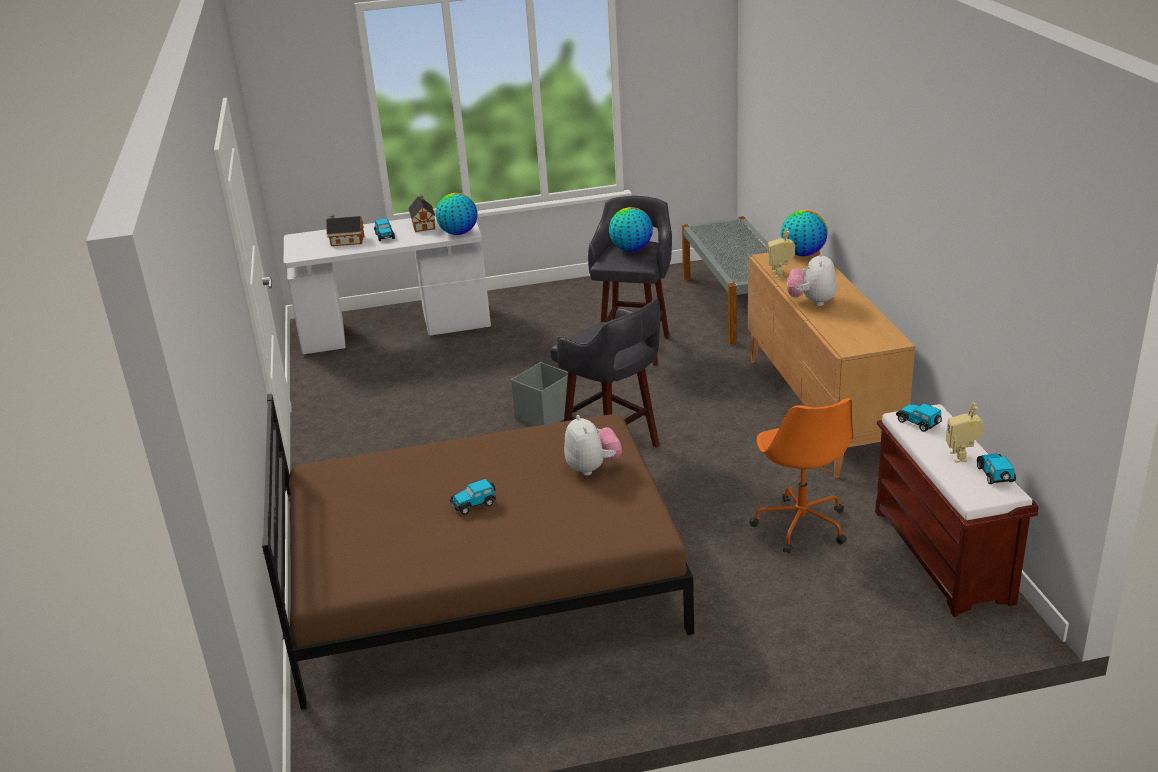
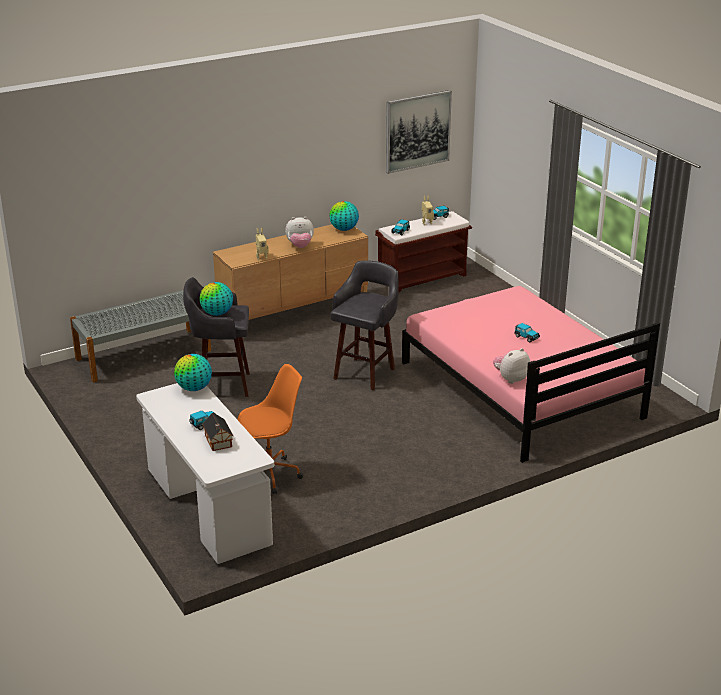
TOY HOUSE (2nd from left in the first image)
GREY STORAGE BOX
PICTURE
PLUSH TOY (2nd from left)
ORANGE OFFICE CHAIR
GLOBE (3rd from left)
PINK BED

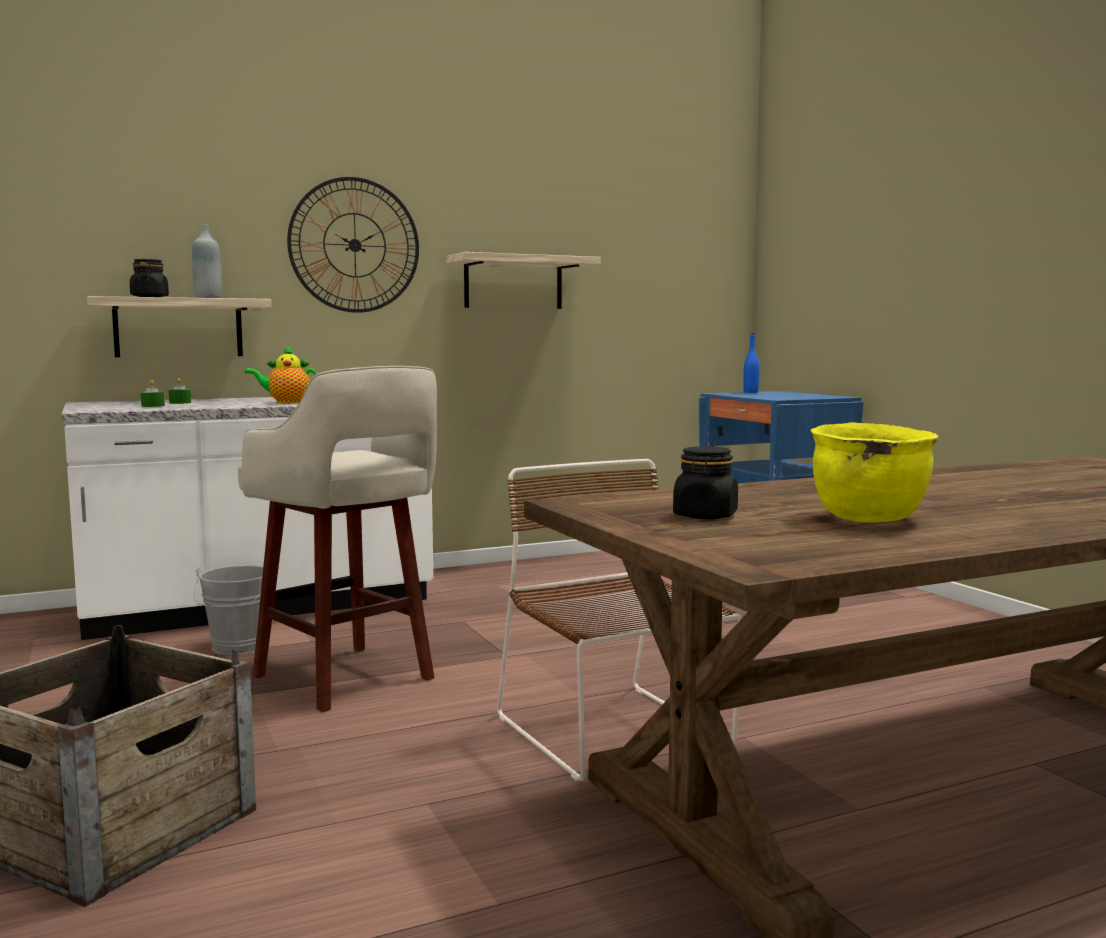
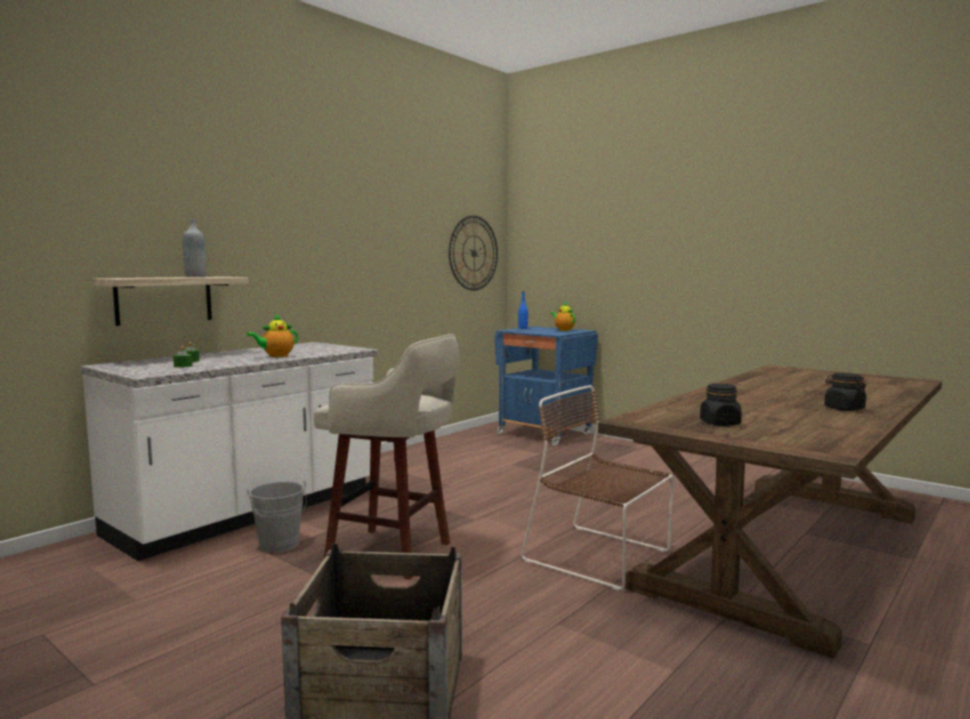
SHELF (2nd from left in the first image)
YELLOW COOKING POT
TEAPOT (2nd from left)
BLACK JAR (2nd from left)
WALL CLOCK

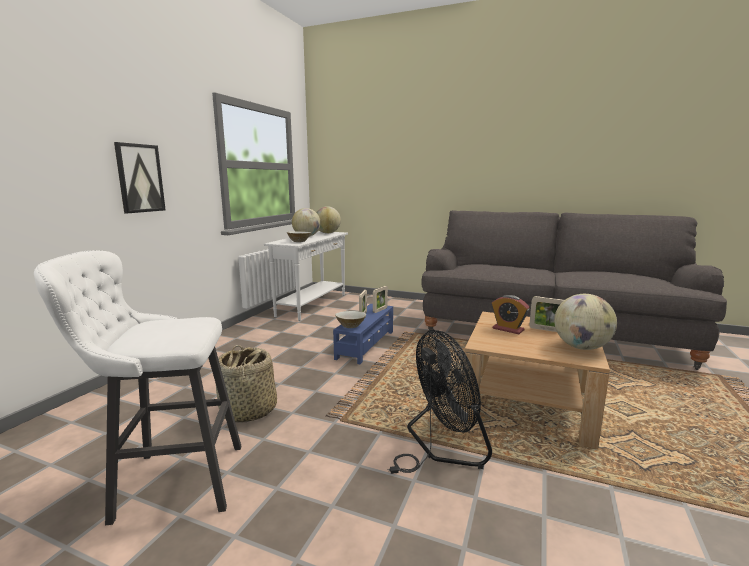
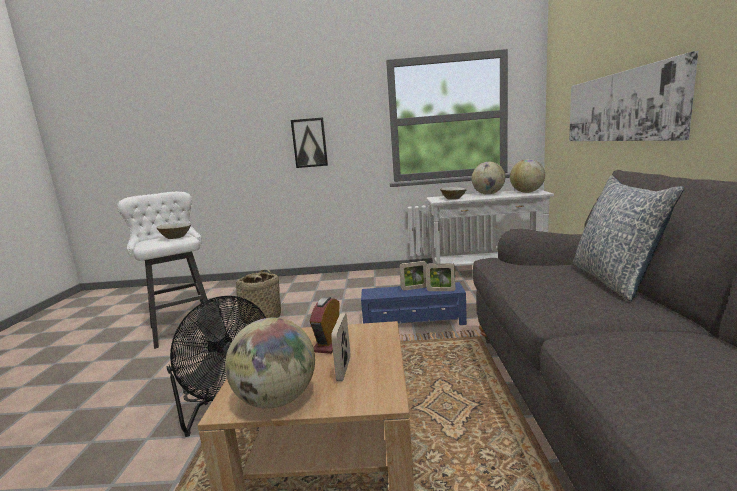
PICTURE (2nd from left)
PILLOW
BEIGE BOWL (1st from left)

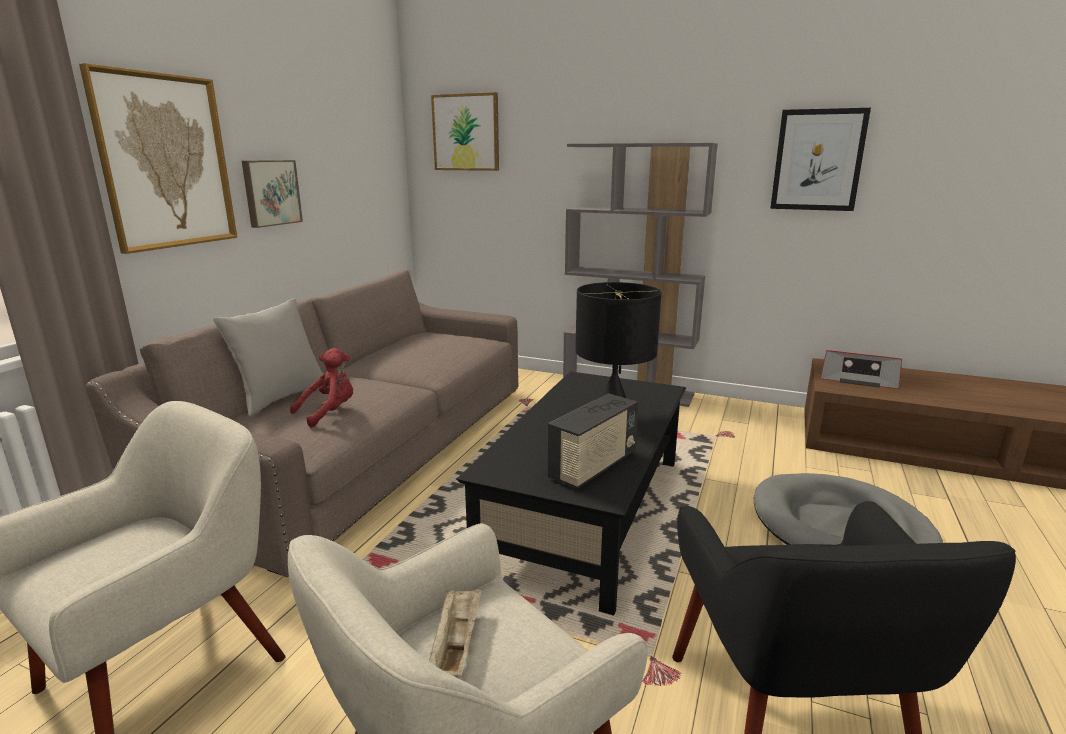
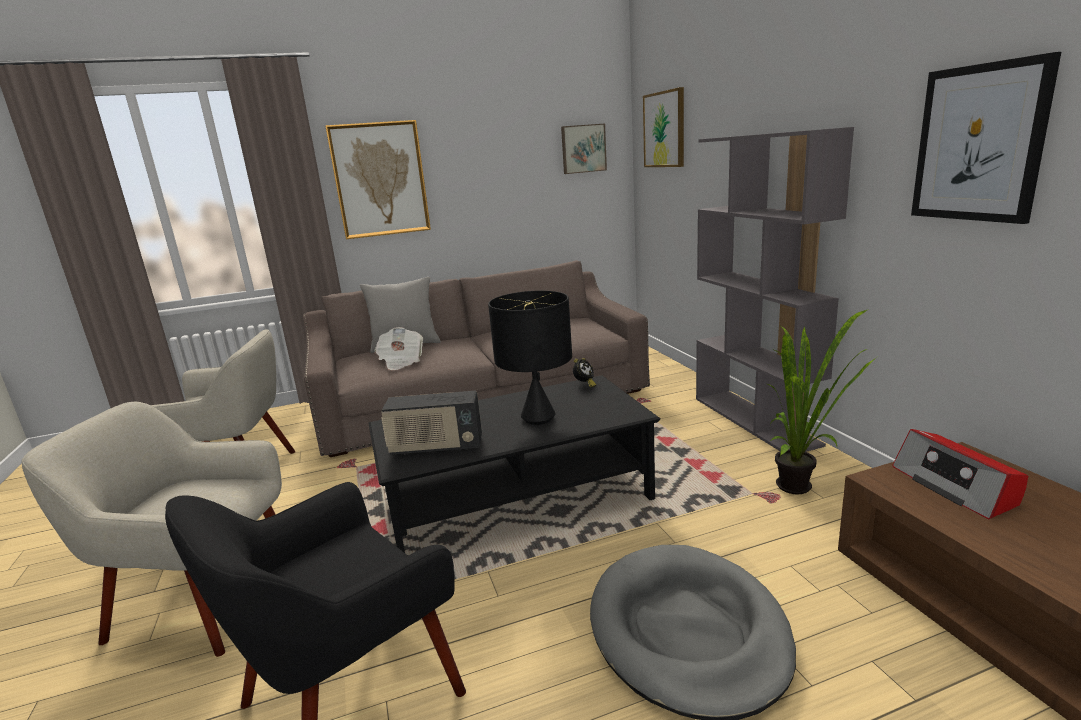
BEIGE TRAY
ALARM CLOCK
POTTED PLANT
PICTURE (2nd from left)
NEWSPAPER

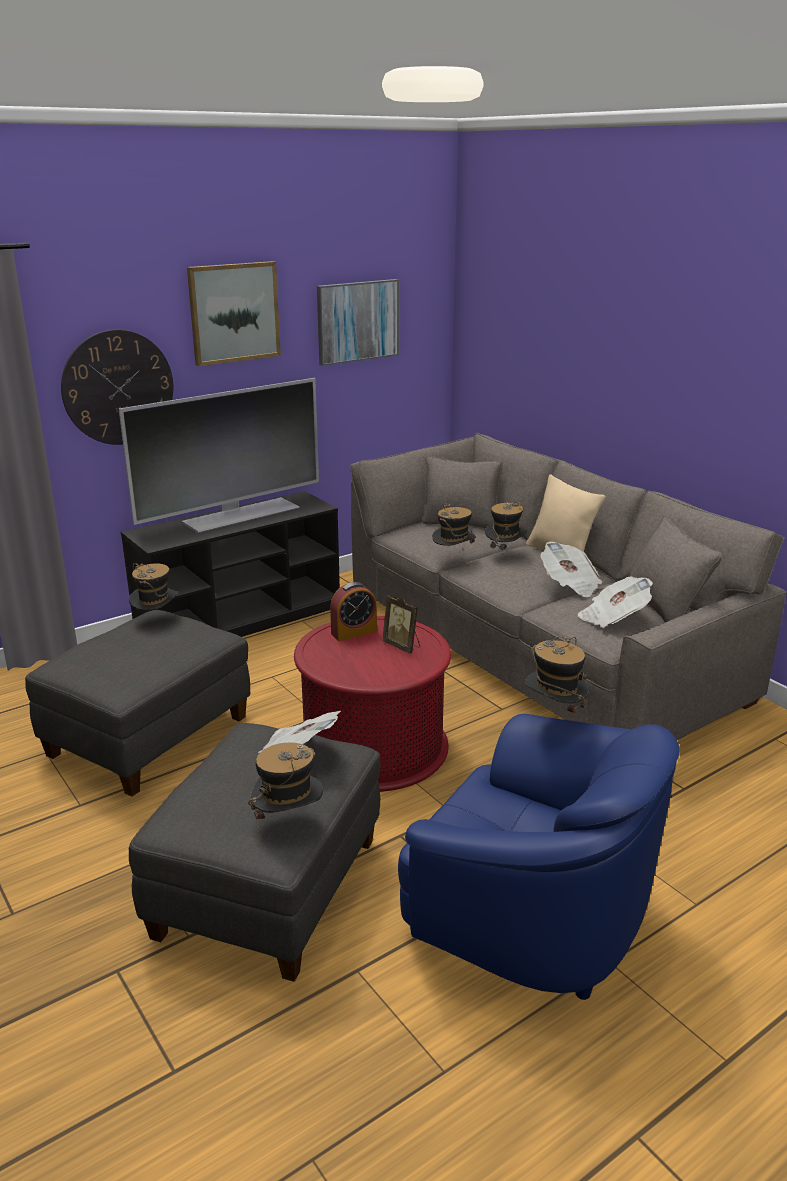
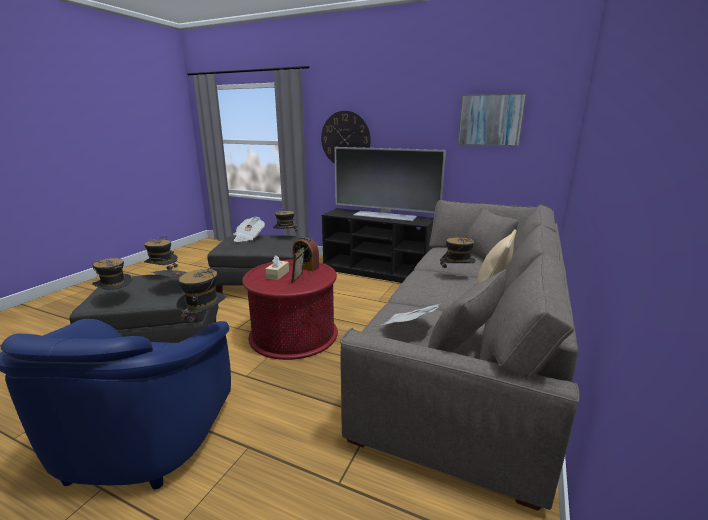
PICTURE (1st from left in the first image)
BEIGE TISSUE BOX
HAT (2nd from left)
NEWSPAPER (2nd from left)

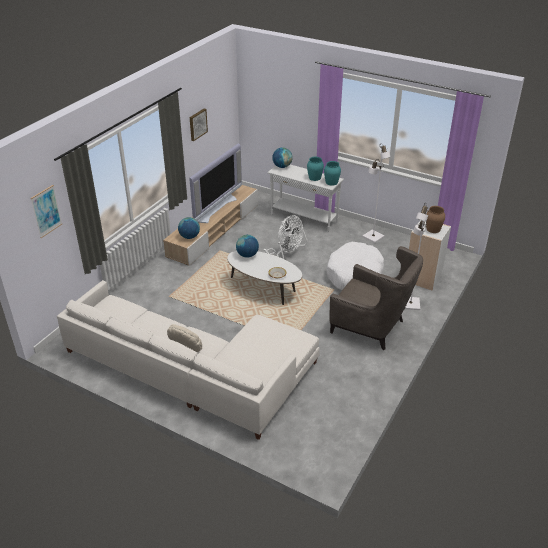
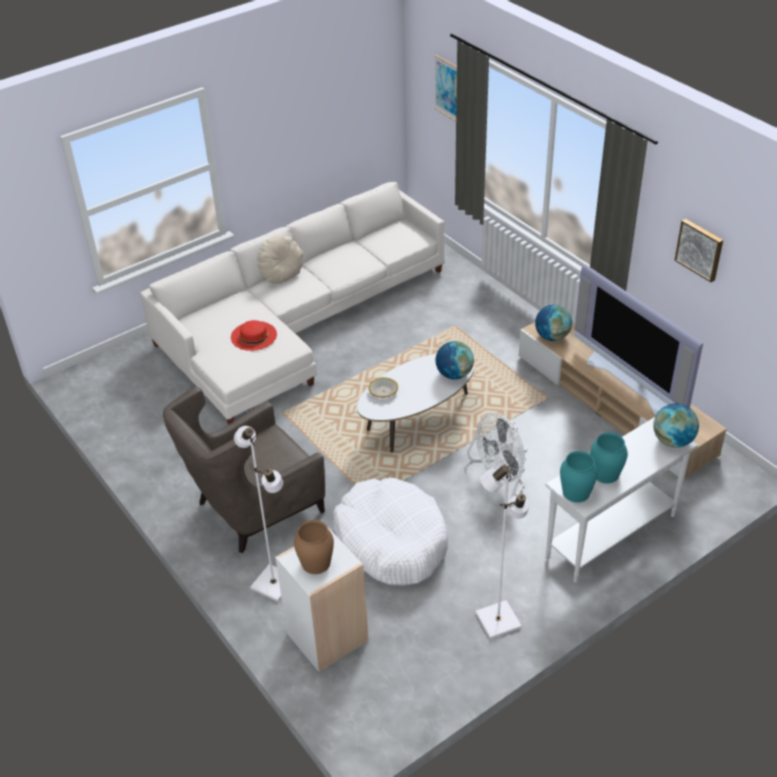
RED HAT

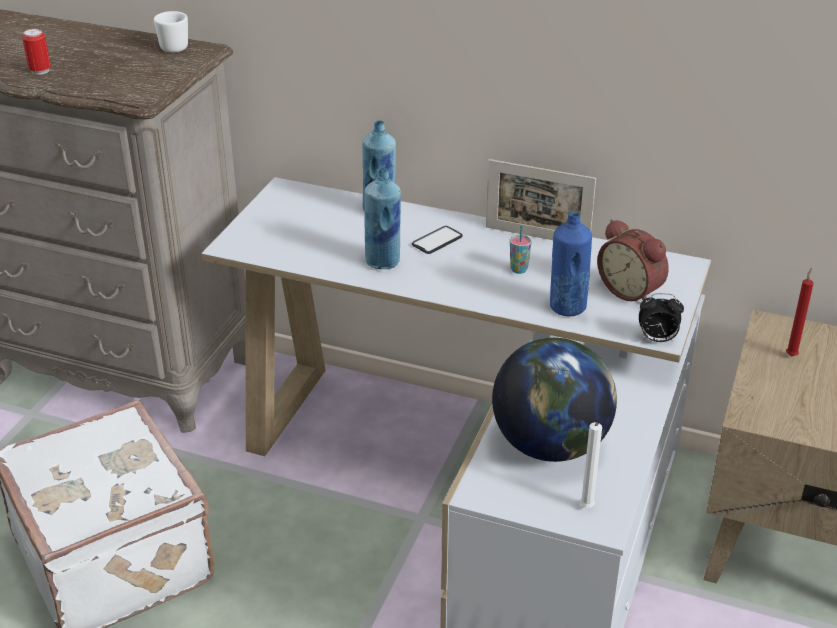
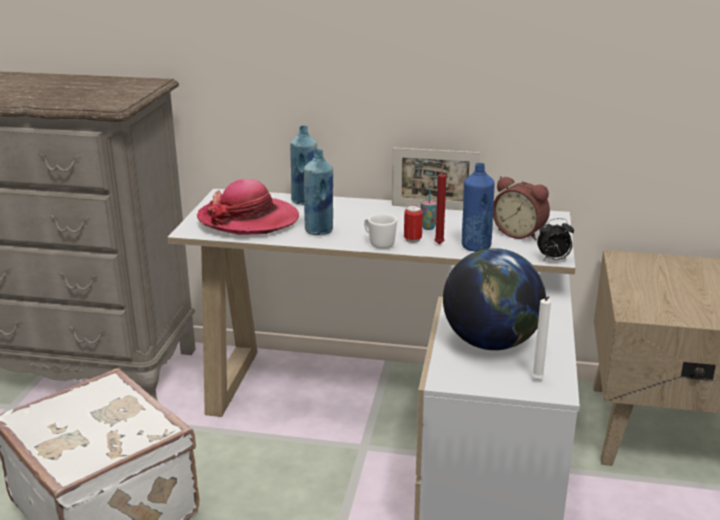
PHONE
HAT
CAN
WHITE MUG
RED CANDLE

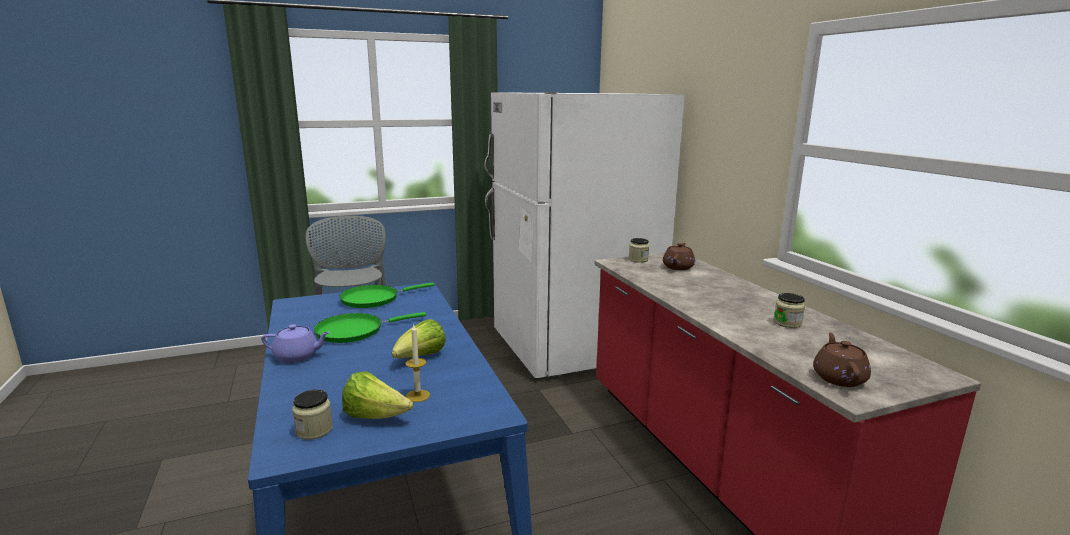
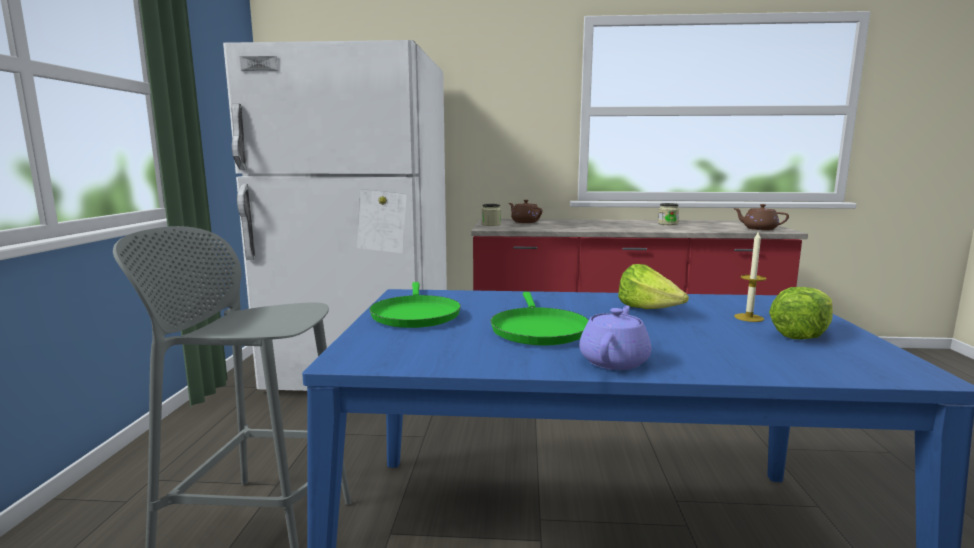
JAR (1st from left in the first image)

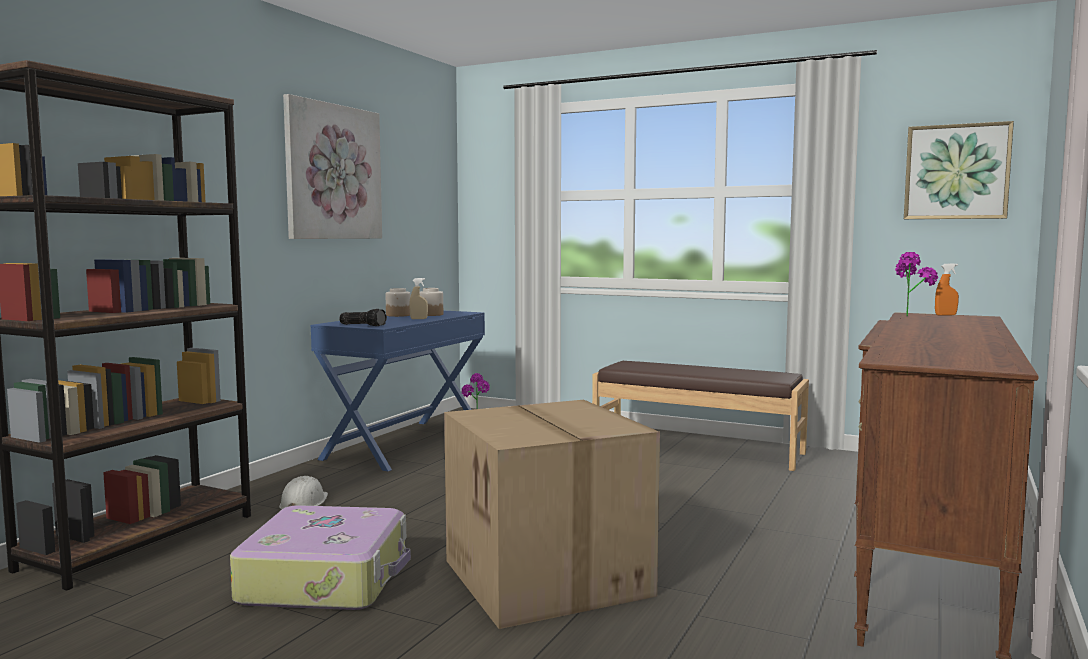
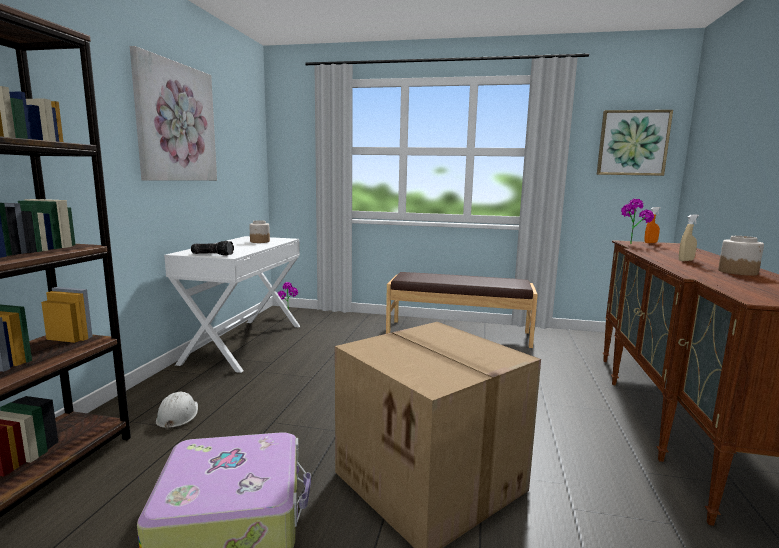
JAR (2nd from left)
BEIGE SPRAY BOTTLE
WHITE DESK

